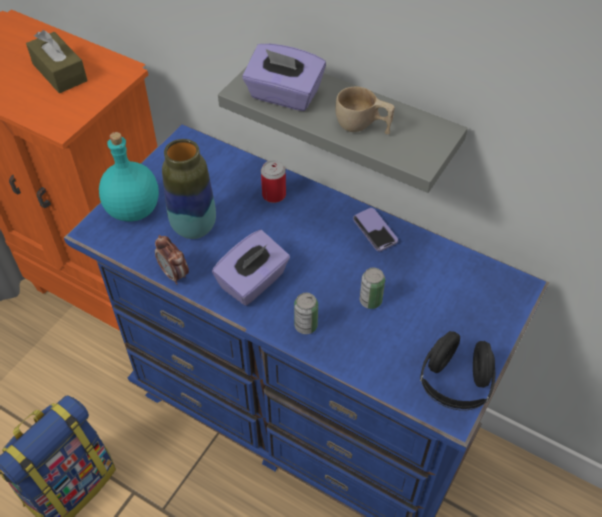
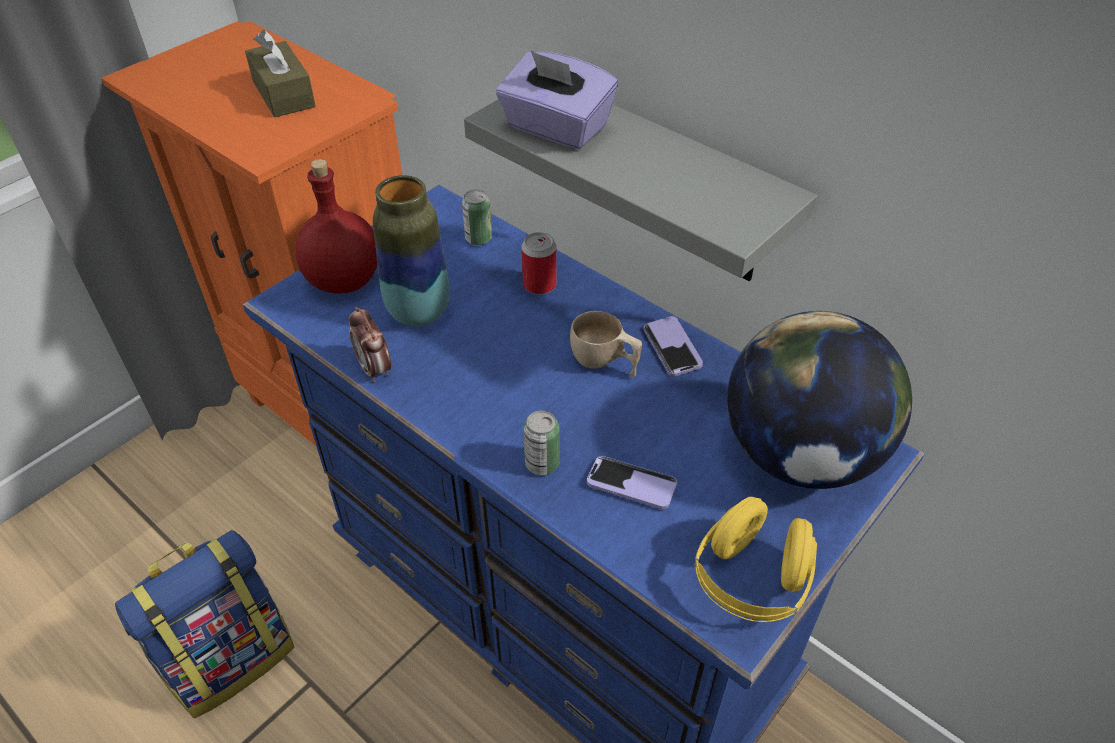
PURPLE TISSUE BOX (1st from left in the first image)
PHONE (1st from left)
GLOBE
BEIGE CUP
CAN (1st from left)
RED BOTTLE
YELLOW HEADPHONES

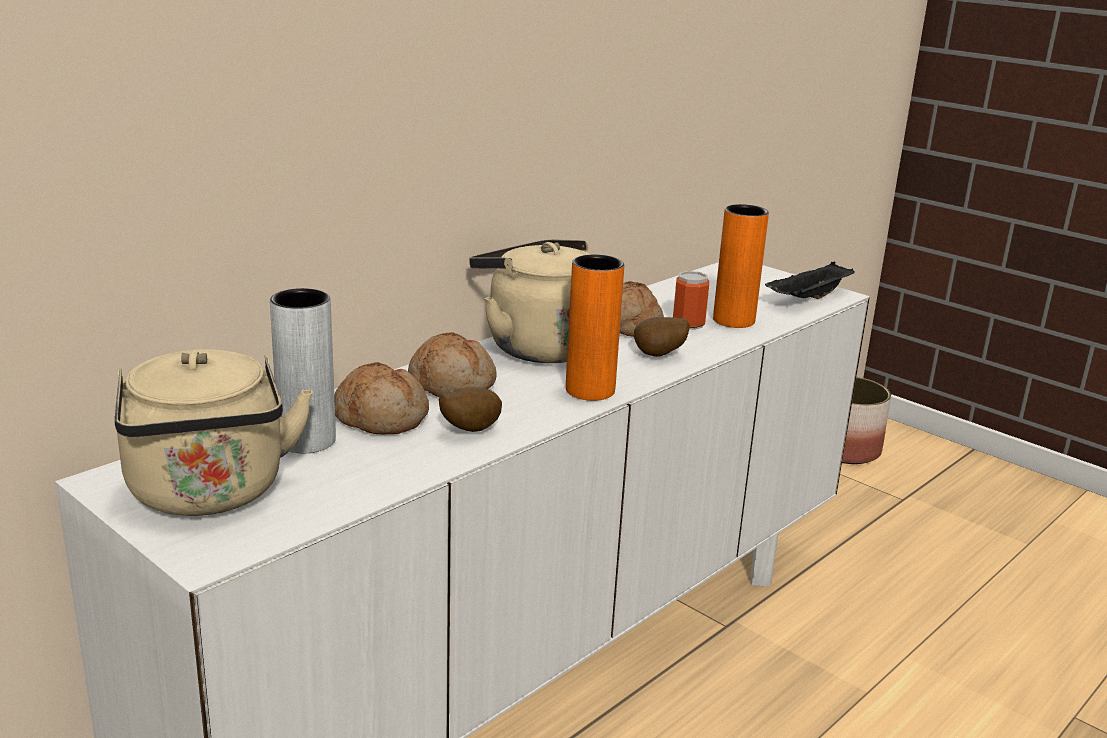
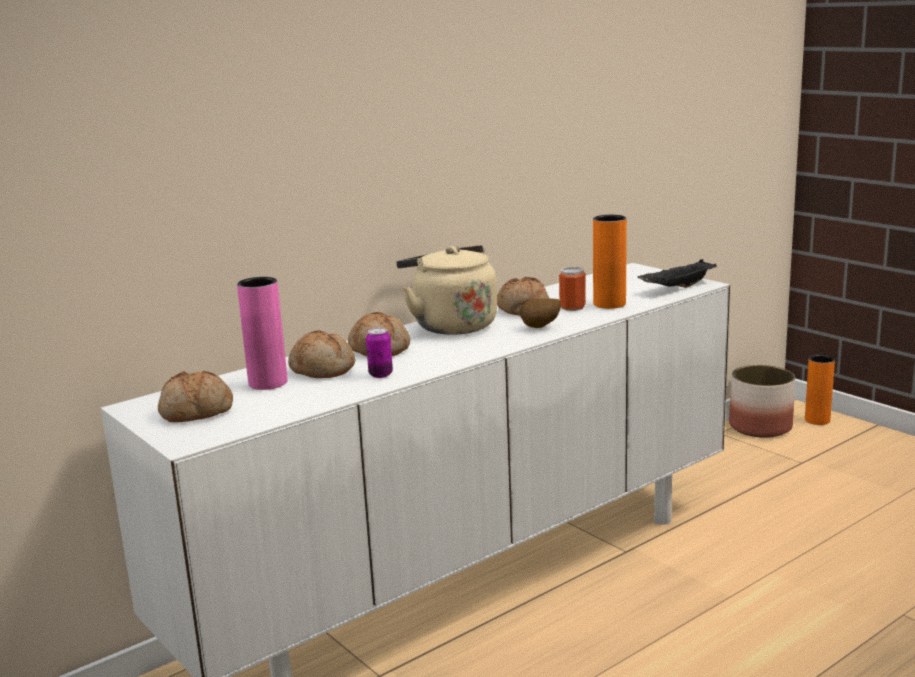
ORANGE VASE (2nd from left)
BREAD (1st from left)
CAN (1st from left)
PINK VASE

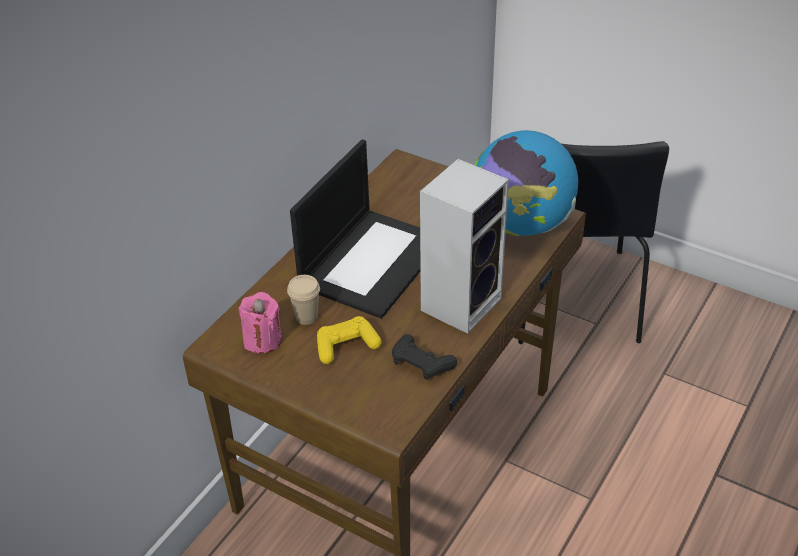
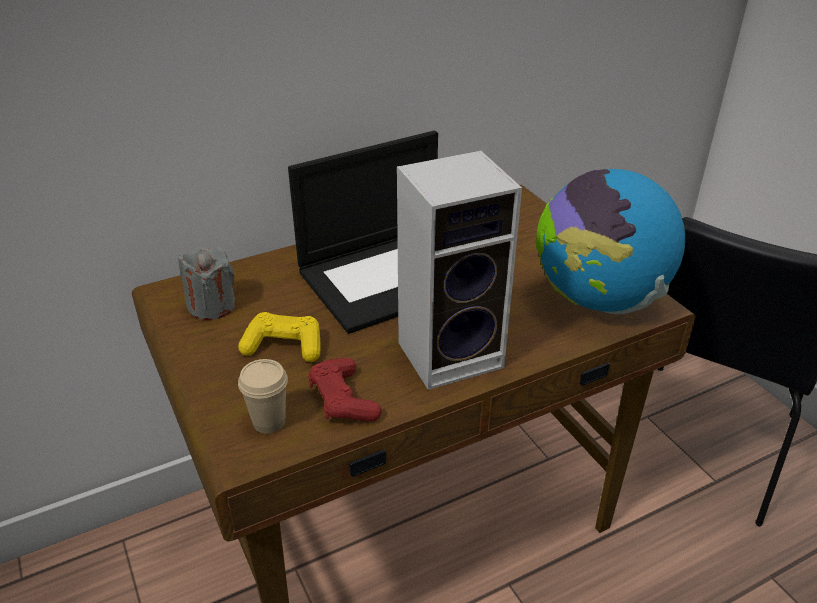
BEIGE CUP
GREY CANDLE
RED GAME CONTROLLER

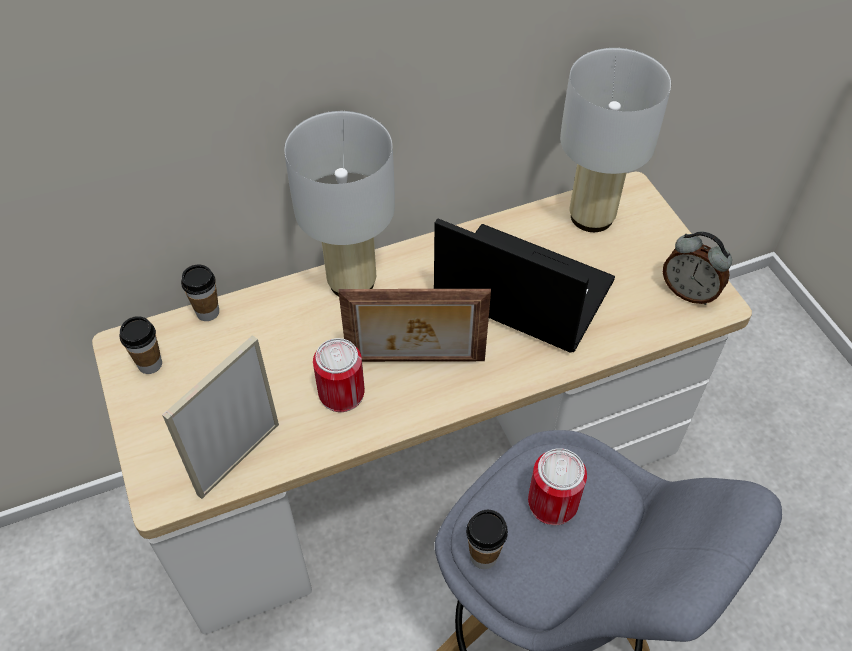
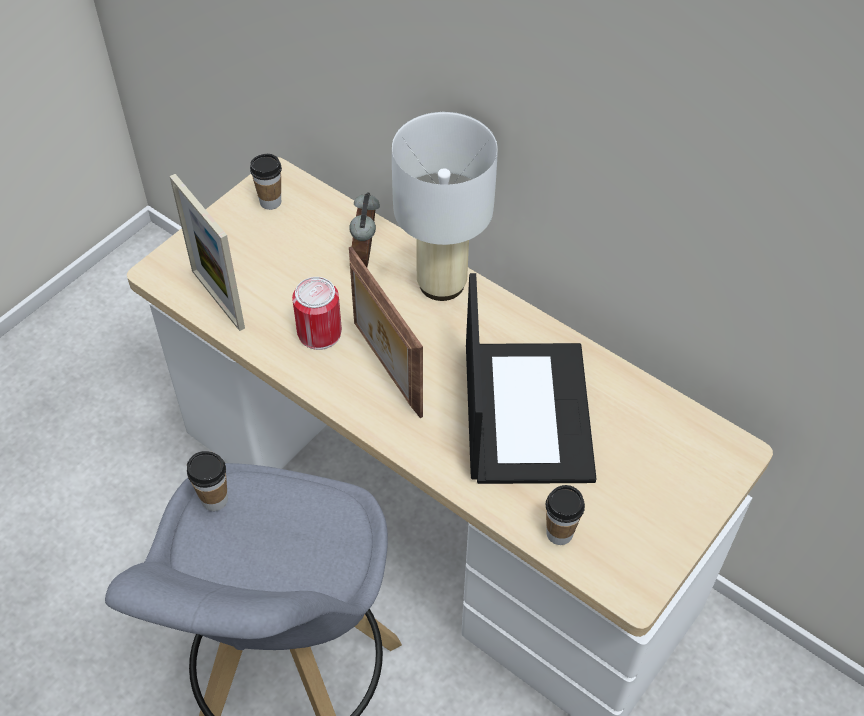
CAN (2nd from left in the first image)
WHITE TABLE LAMP (2nd from left in the first image)
CUP (3rd from left)
ALARM CLOCK
PICTURE FRAME (1st from left)

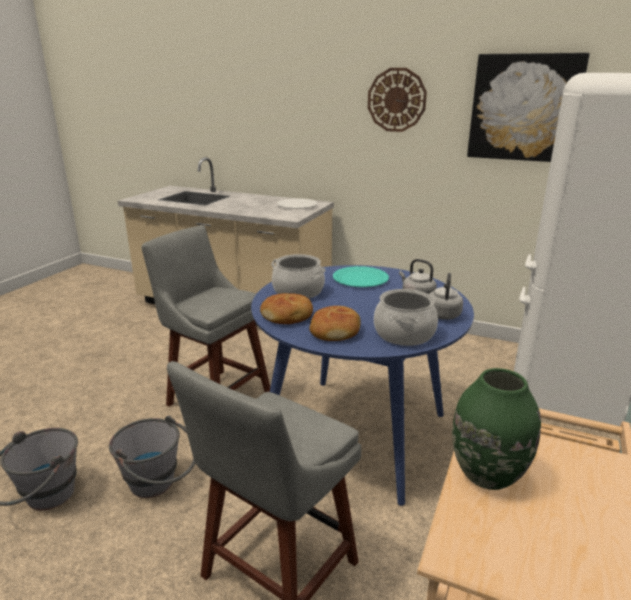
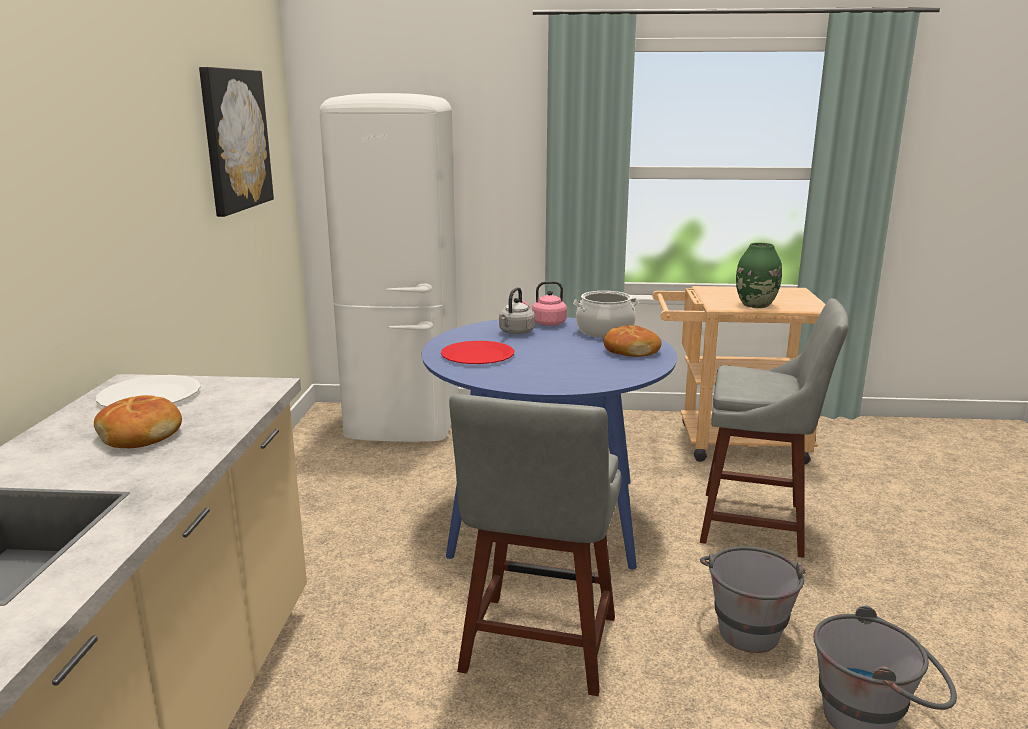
COOKING POT (1st from left in the first image)
WALL CLOCK
BREAD (1st from left)
RED PLATE
PINK KETTLE

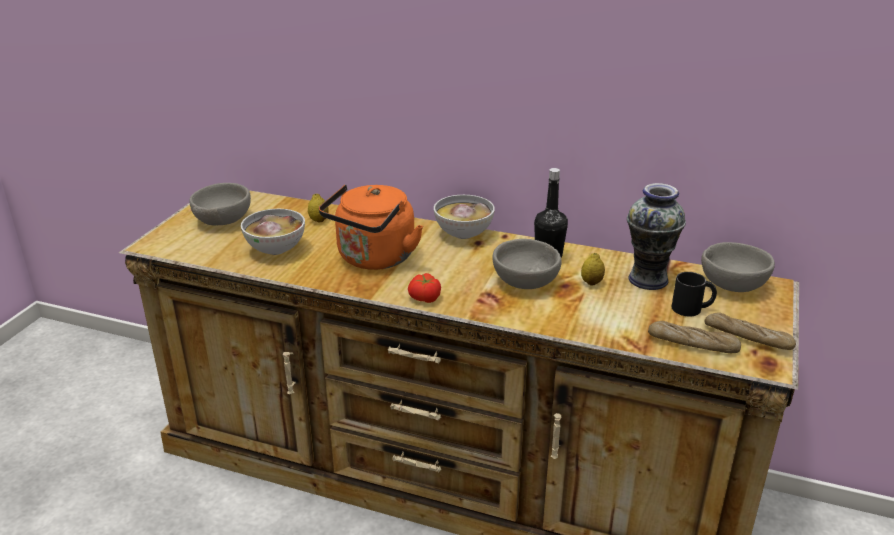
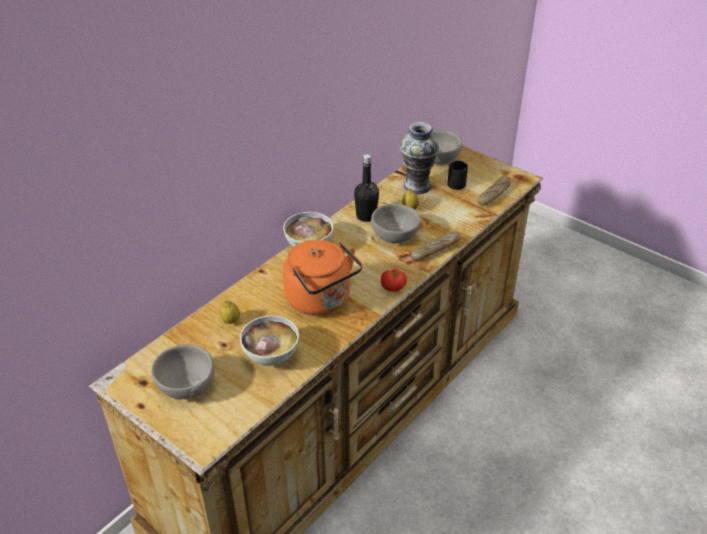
BREAD (1st from left)

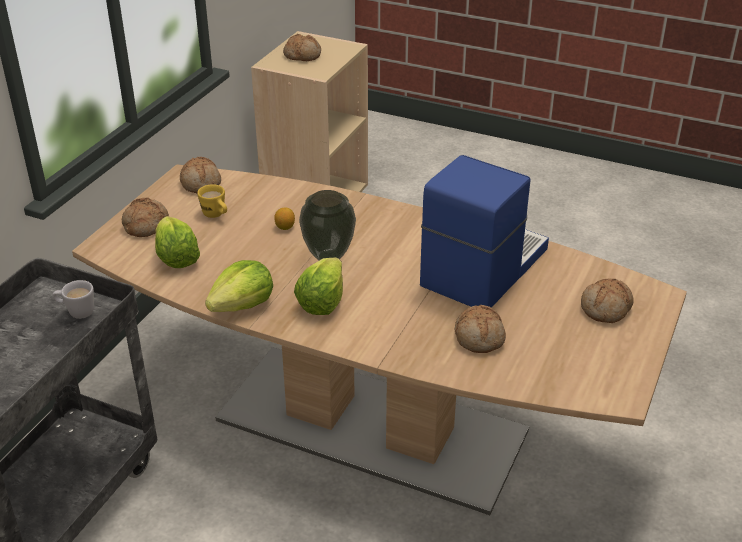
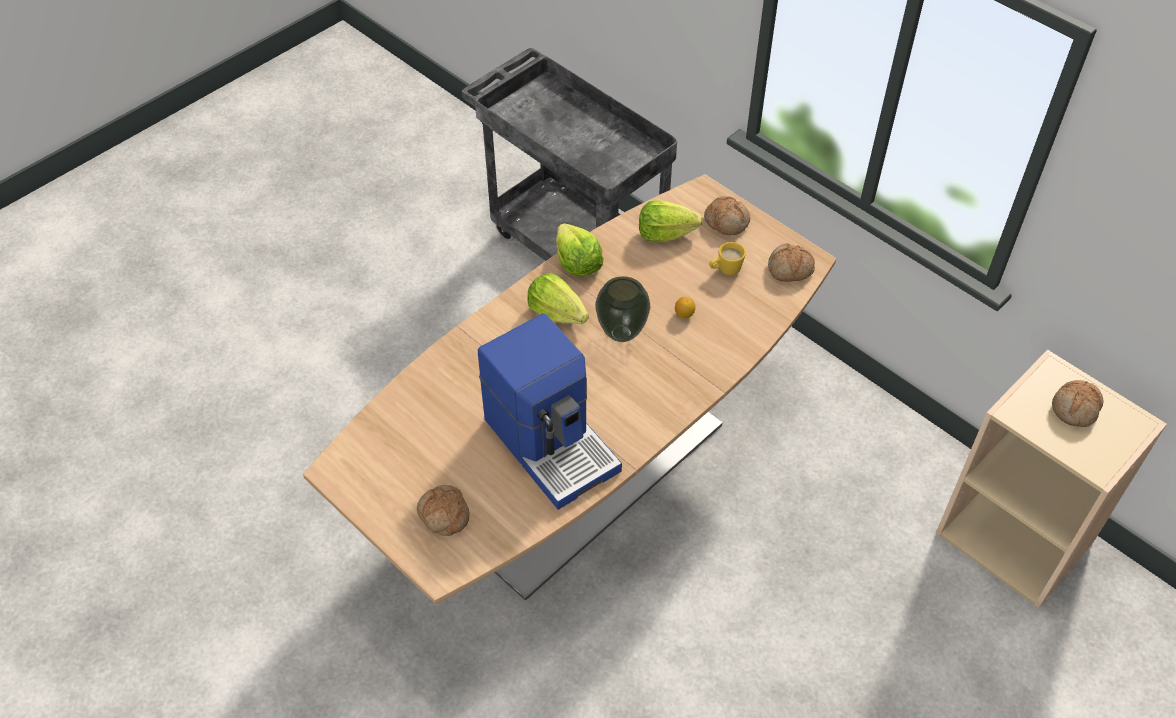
WHITE MUG
BREAD (4th from left in the first image)

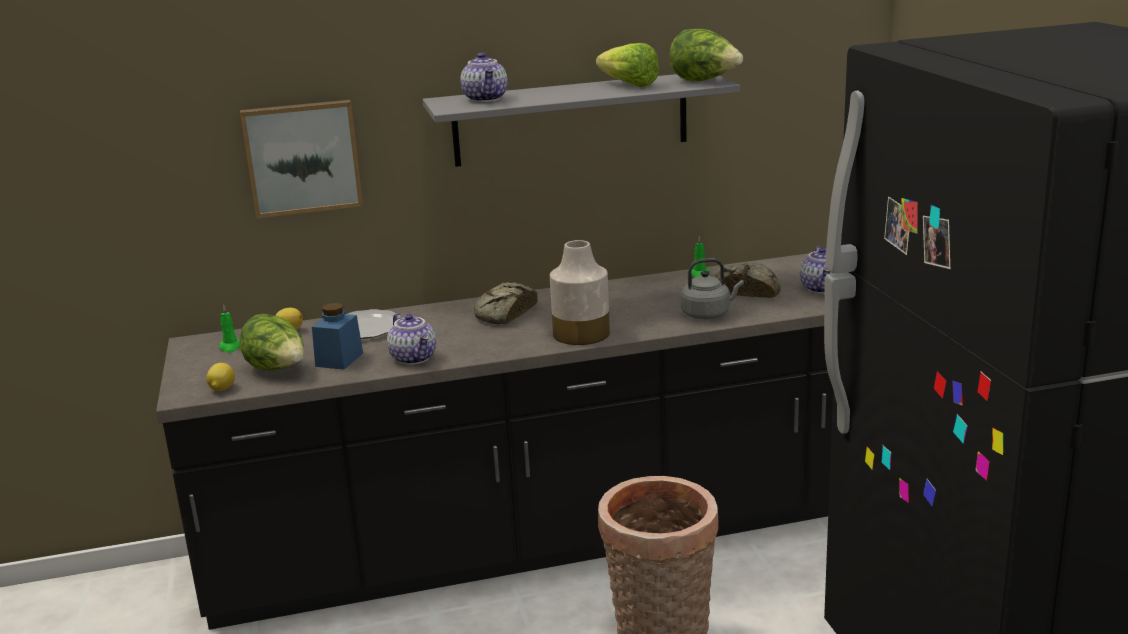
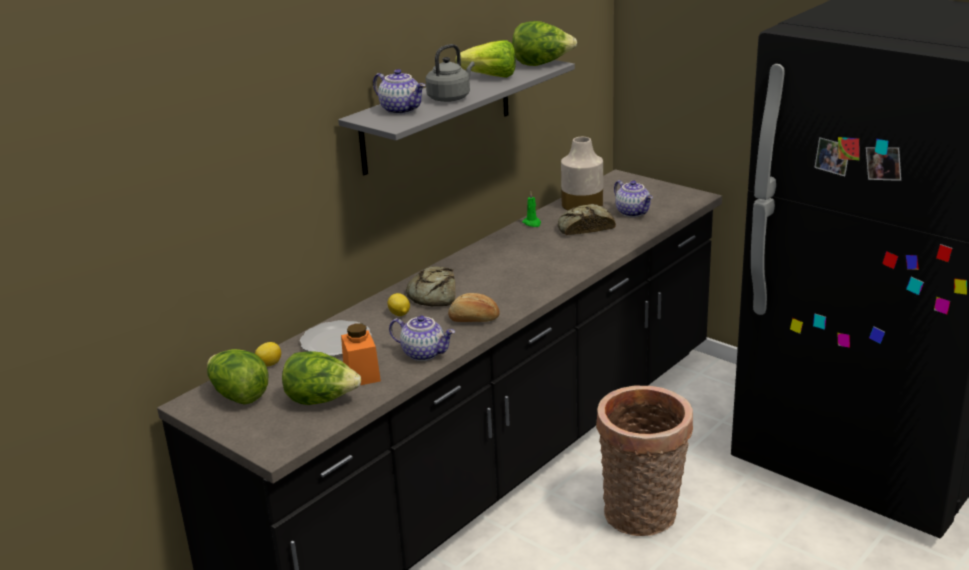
PICTURE
BREAD (2nd from left)
LEMON (2nd from left)
BEIGE VASE
GREY KETTLE
LETTUCE (1st from left)
ORANGE JAR

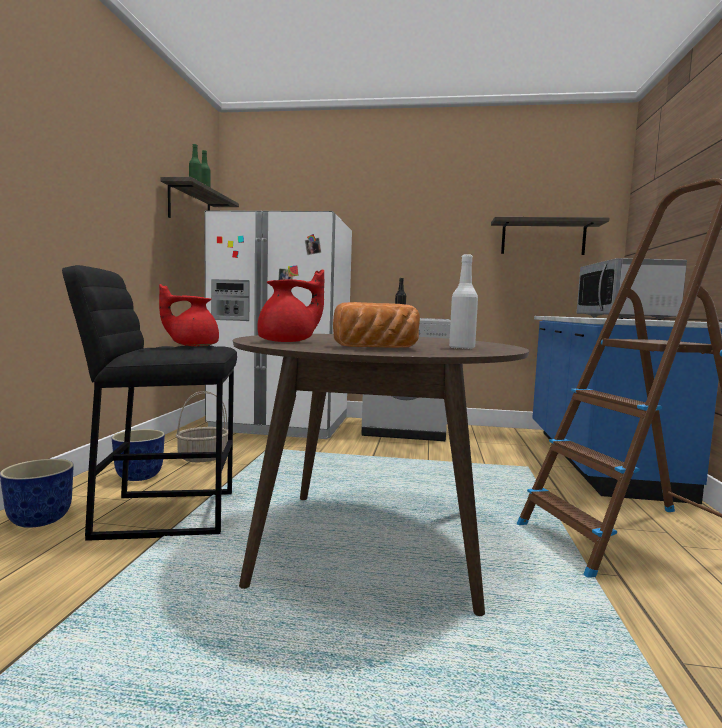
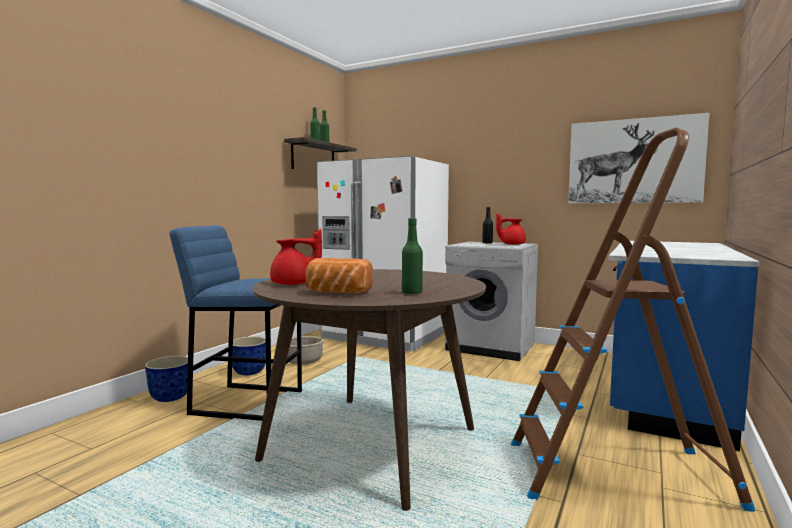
MICROWAVE
RED TEAPOT (2nd from left)
PICTURE
BLUE STOOL
GREEN BOTTLE (3rd from left)

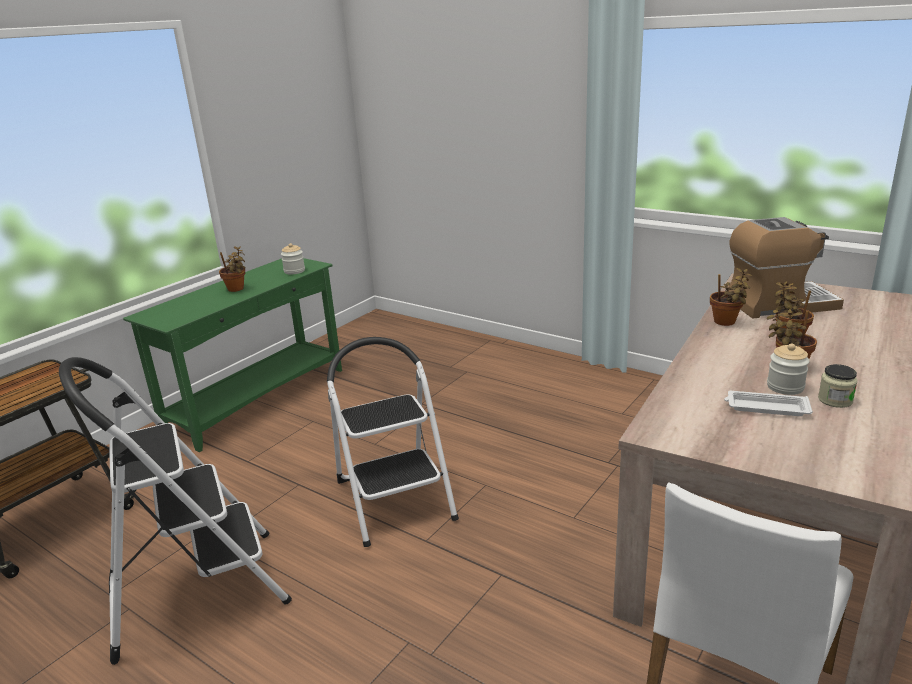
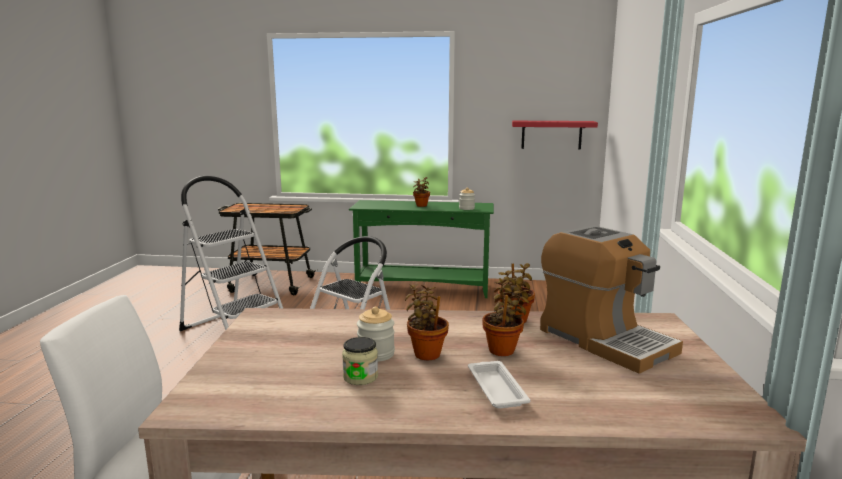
RED SHELF
WHITE TRAY

